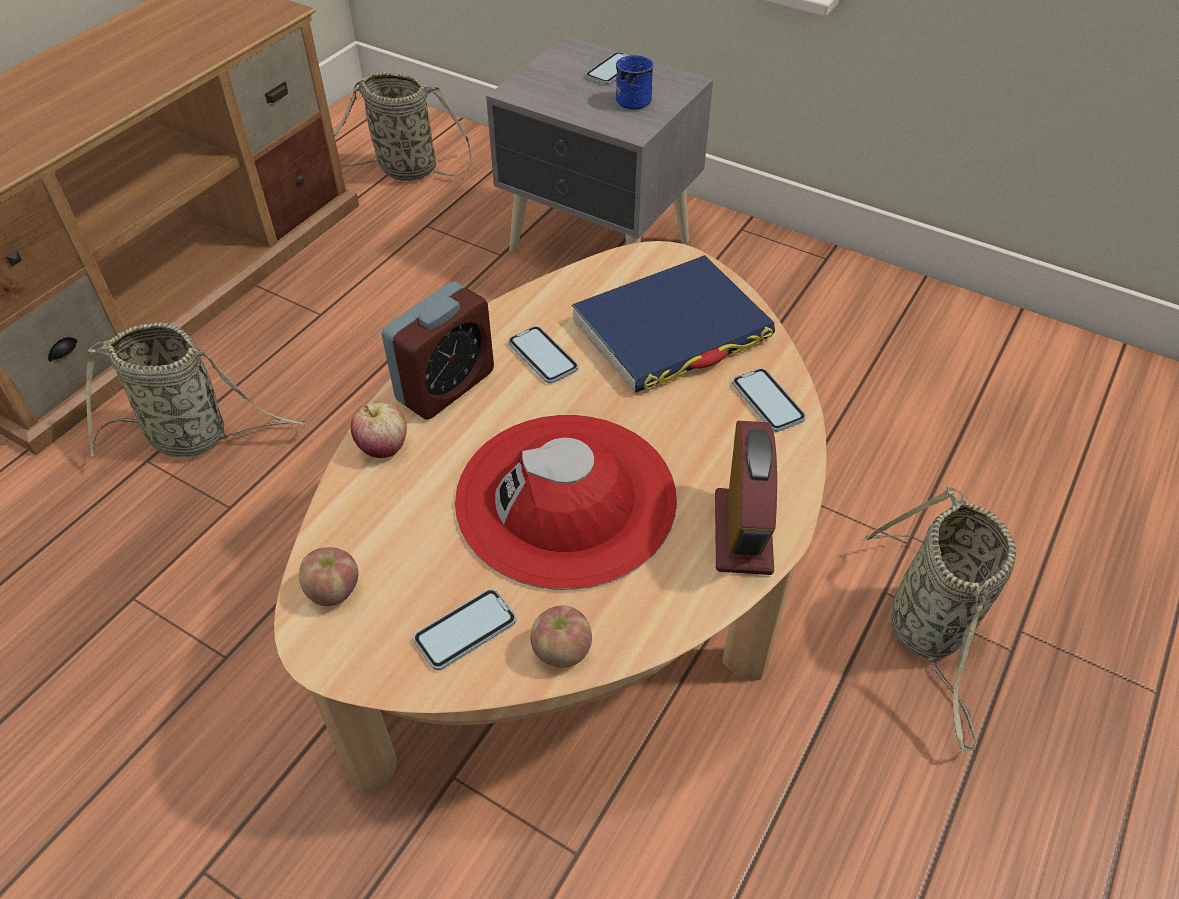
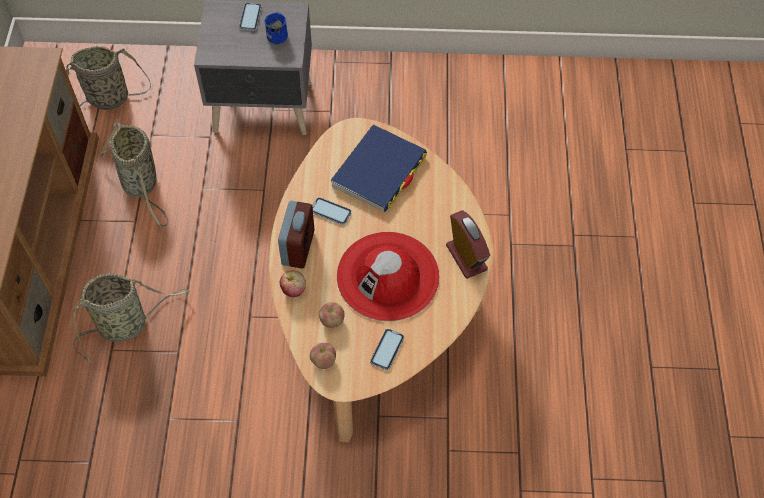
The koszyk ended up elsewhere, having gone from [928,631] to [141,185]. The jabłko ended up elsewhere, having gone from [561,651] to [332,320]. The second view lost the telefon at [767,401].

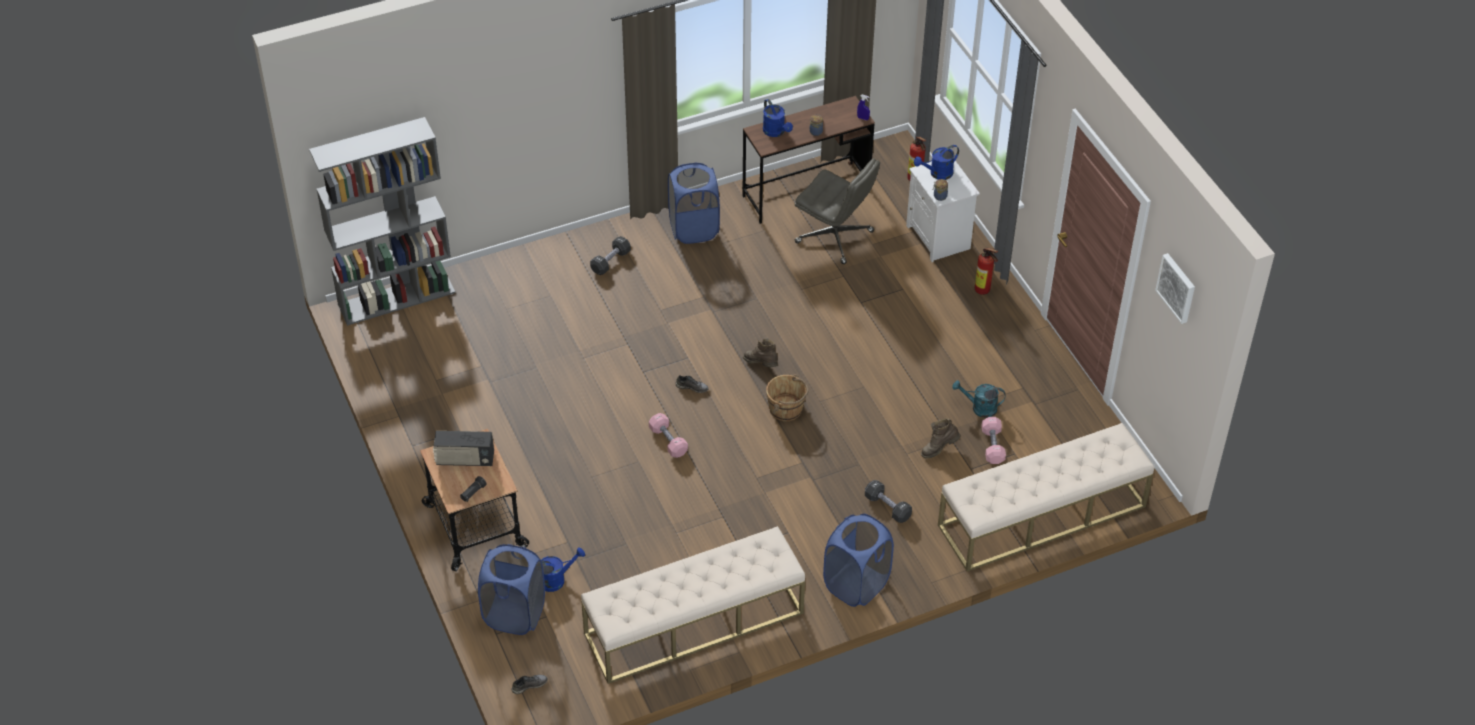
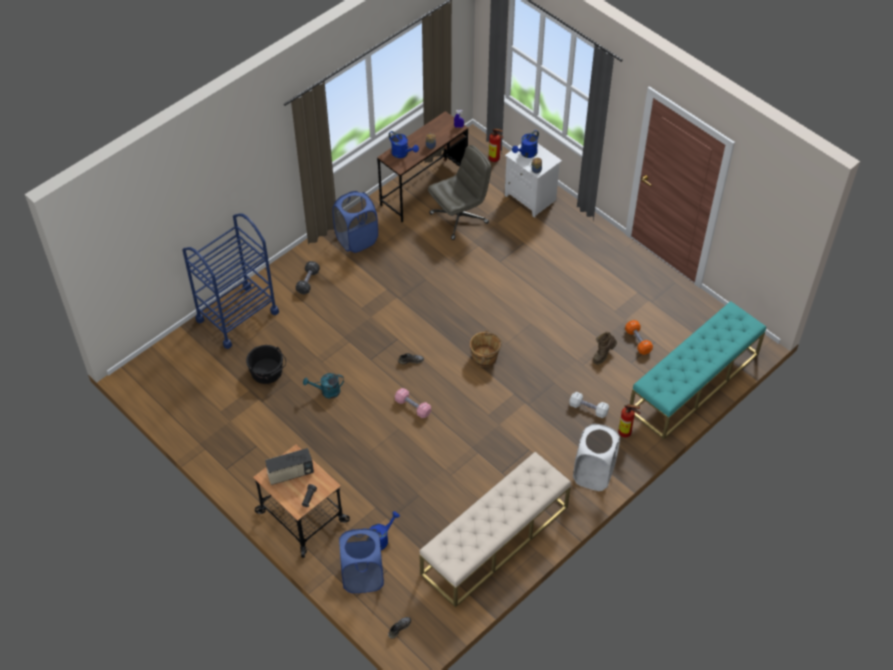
The second view gained the wózek (niebieski) at [237,316]. The second view gained the wiadro (czarny) at [267,372]. The konewka (turkusowy) ended up elsewhere, having gone from [979,408] to [327,391]. The krzesło biurowe (szary) at [835,237] ended up facing another way, 45 degrees counterclockwise from before. What was the hantel (czarny) at [887,507] turned into the hantel (biały) at [588,408]. What was the kosz na pranie (niebieski) at [856,584] turned into the kosz na pranie (biały) at [594,473]. The gaśnica ended up elsewhere, having gone from [983,291] to [626,433]. What was the hantel (różowy) at [992,446] turned into the hantel (pomarańczowy) at [638,341]. What was the ławka (beżowy) at [1041,516] turned into the ławka (turkusowy) at [694,382]. The second view lost the regał (szary) at [397,298]. The second view lost the but z cholewką (brązowy) at [761,365]. The second view lost the obraz at [1177,287].

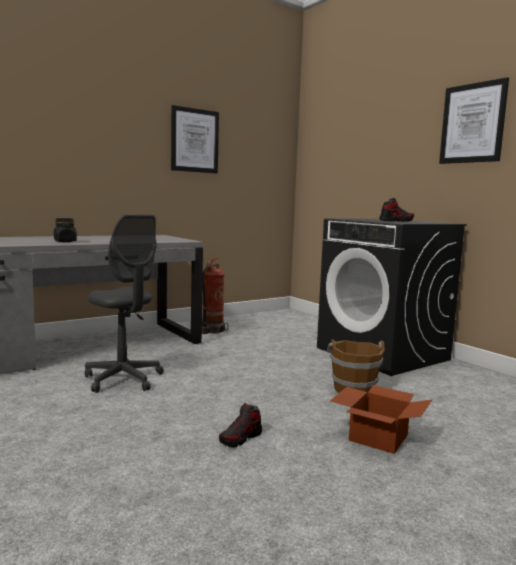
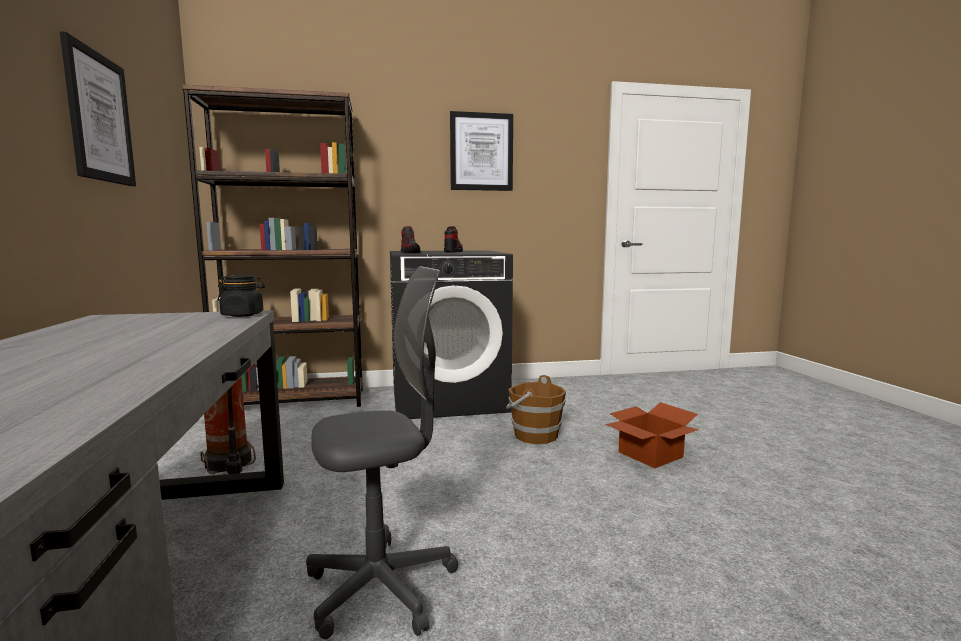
The second view gained the regał (brązowy) at [293,401]. The słoik (czarny) ended up elsewhere, having gone from [65,241] to [243,315]. The but ended up elsewhere, having gone from [241,438] to [410,252].

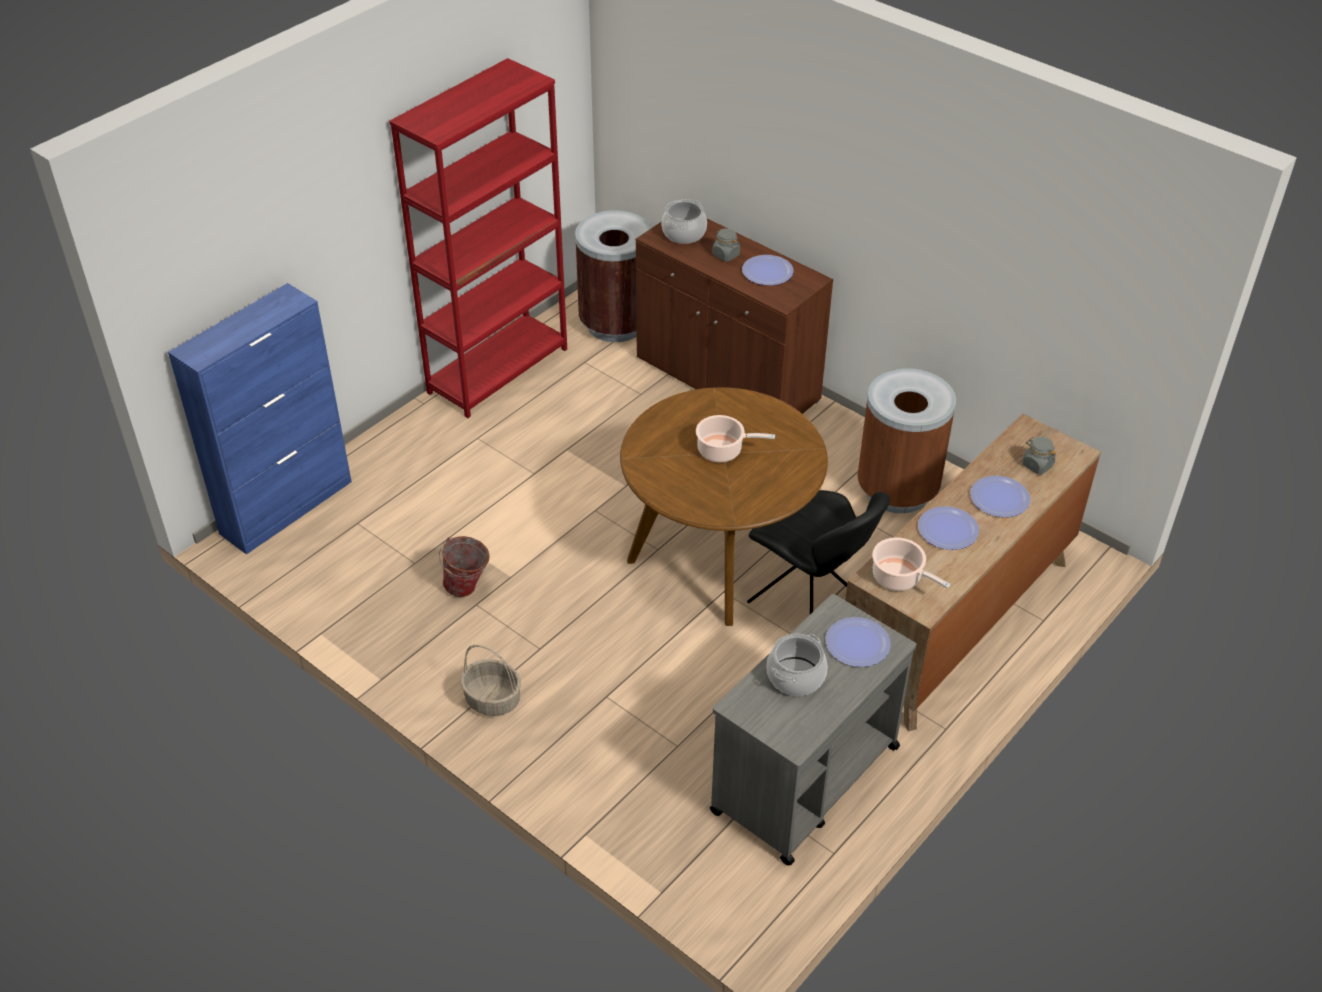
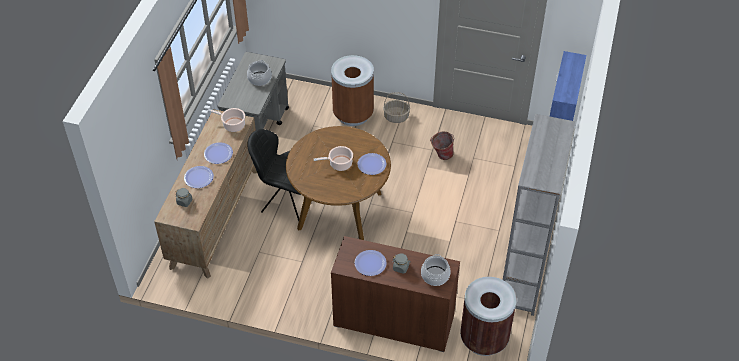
The kosz na śmieci (brązowy) ended up elsewhere, having gone from [897,490] to [353,114]. The talerz ended up elsewhere, having gone from [857,643] to [371,164]. What was the regał (czerwony) at [498,370] turned into the regał (szary) at [523,277].

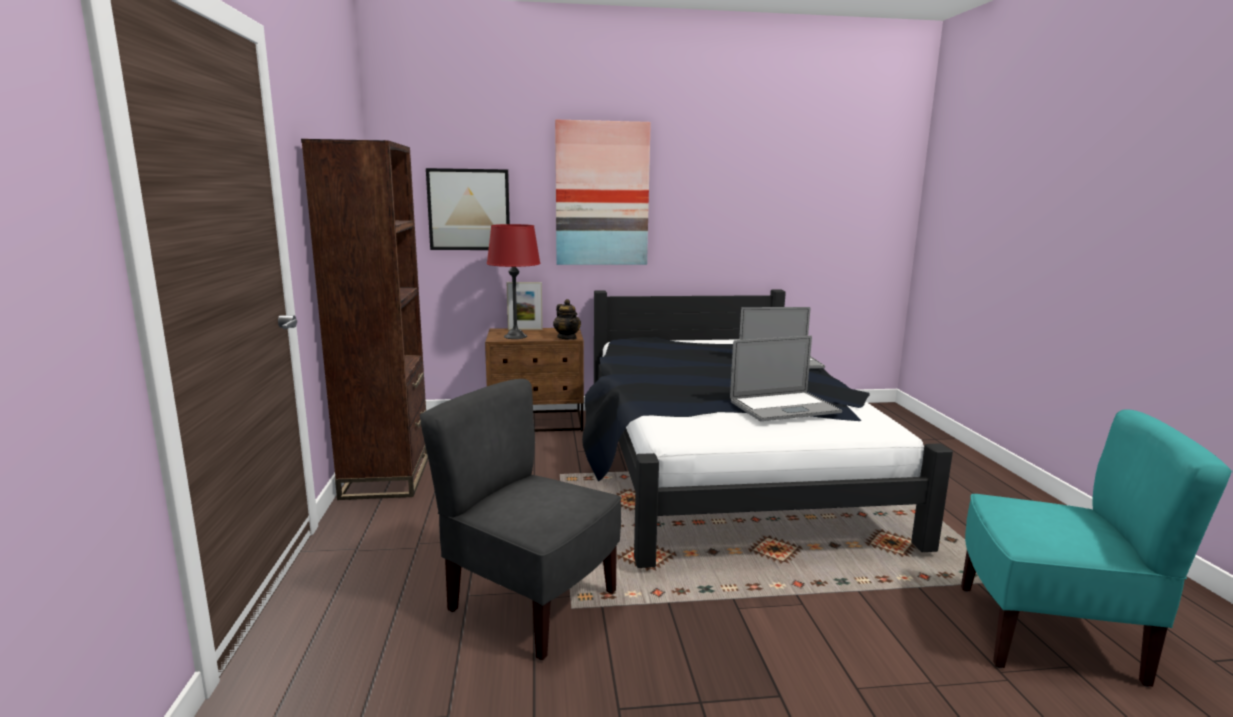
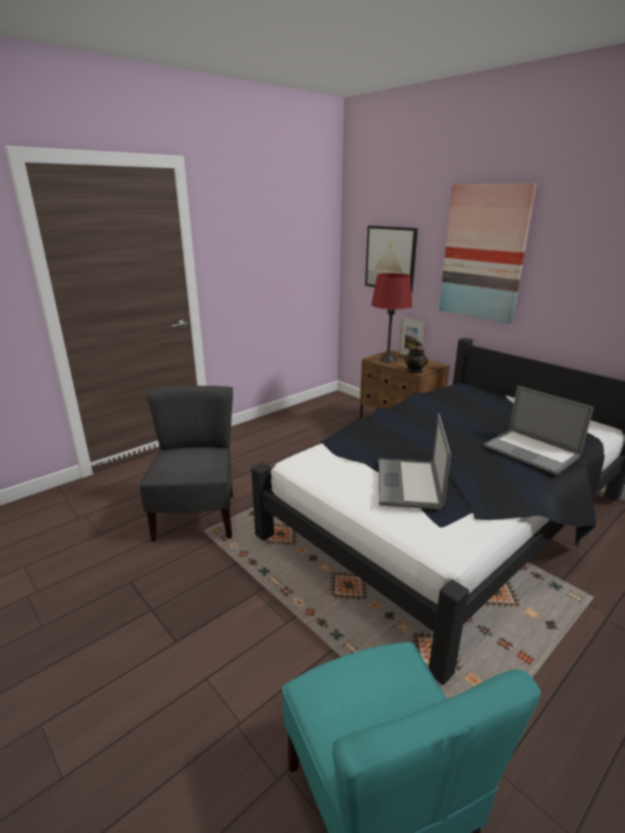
The laptop at [784,407] ended up facing another way, 60 degrees clockwise from before. The second view lost the regał (brązowy) at [387,476].

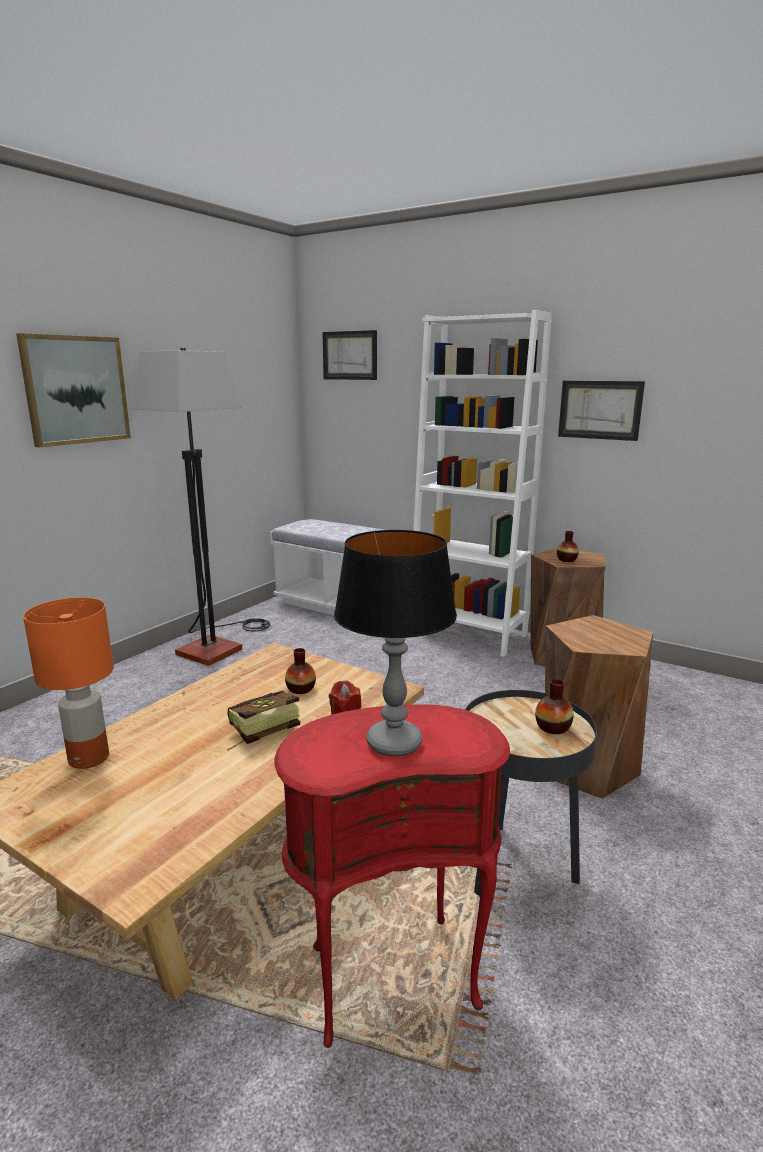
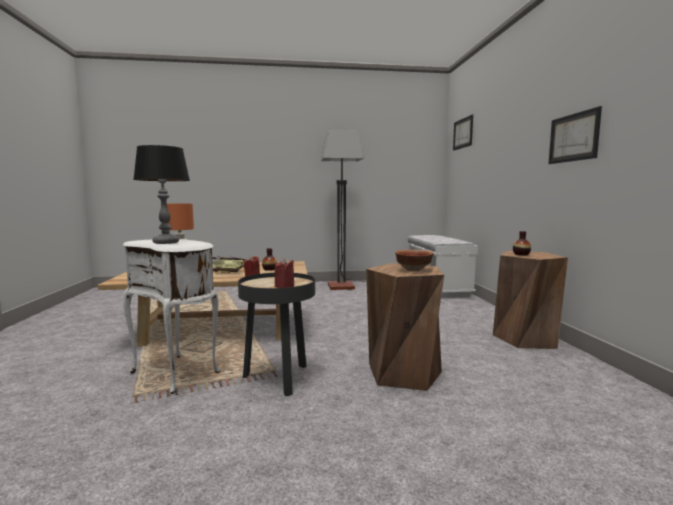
What was the stolik (czerwony) at [390,972] turned into the stolik (biały) at [178,372]. Where the wazon stood at [553,727], the świeca (czerwony) came to stand at [284,286]. The second view gained the miska at [414,270]. The second view lost the obraz at [76,390]. The second view lost the regał (biały) at [467,634].

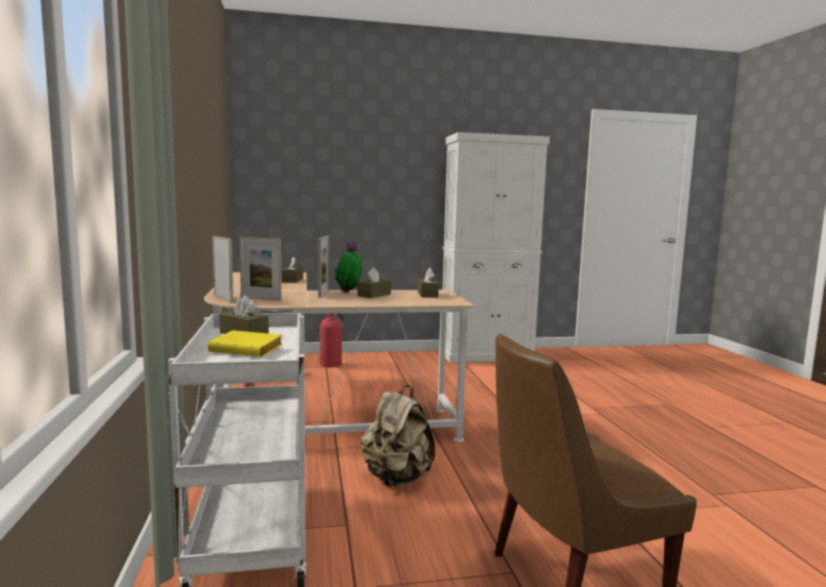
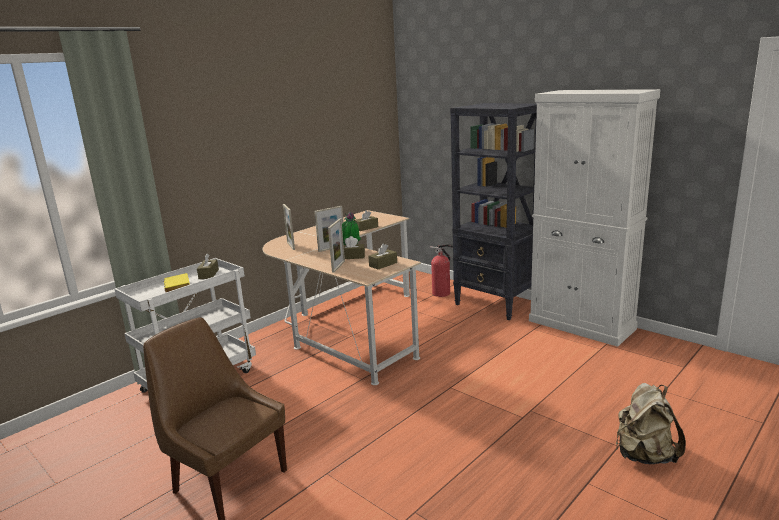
The ramka na zdjęcie ended up elsewhere, having gone from [223,298] to [338,266]. The second view gained the regał (czarny) at [496,304]. The plecak (beżowy) ended up elsewhere, having gone from [397,478] to [644,455].

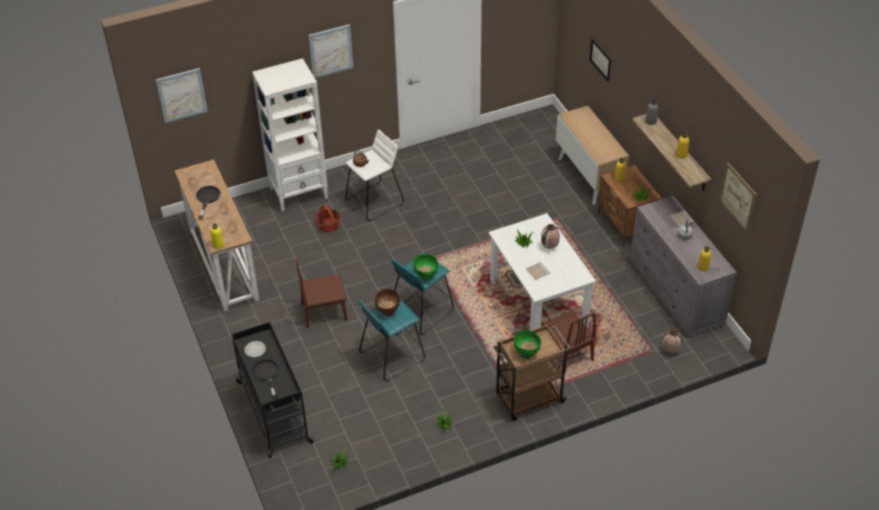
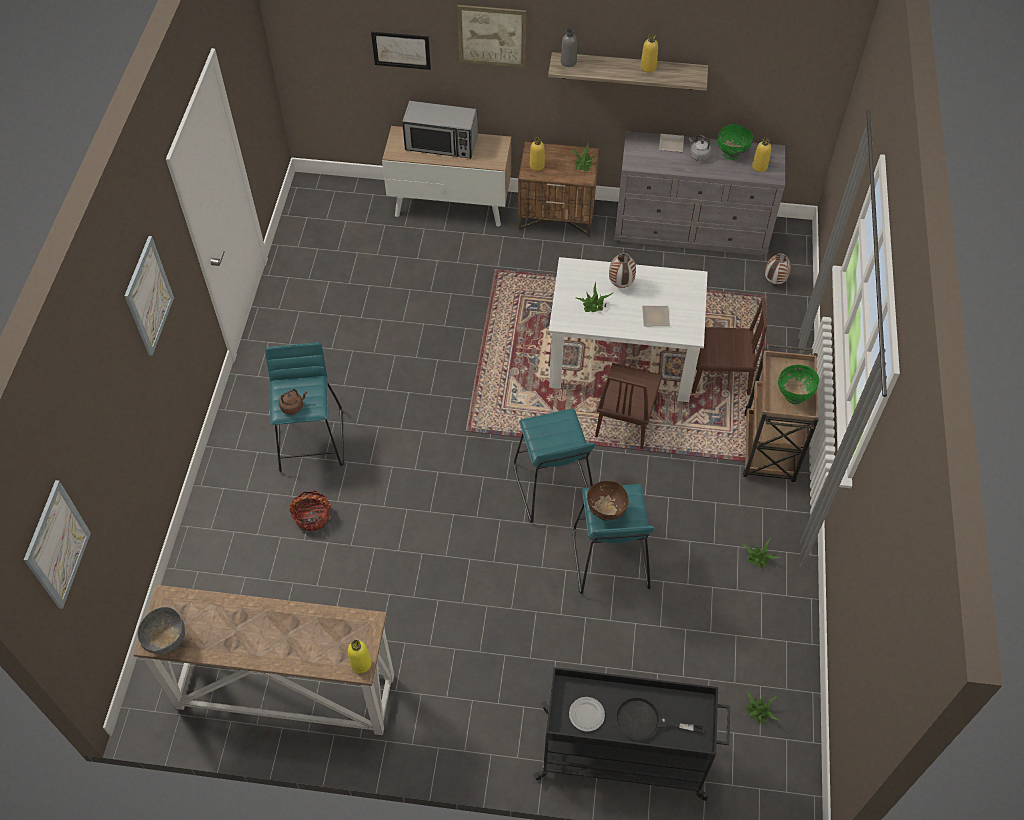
The second view gained the miska (szary) at [168,642]. What was the stołek (biały) at [374,202] turned into the stołek (turkusowy) at [311,440]. The second view gained the mikrofalówka at [441,144]. The obraz ended up elsewhere, having gone from [738,197] to [492,36]. The krzesło (brązowy) ended up elsewhere, having gone from [324,312] to [626,419]. The miska (zielony) ended up elsewhere, having gone from [425,276] to [731,154]. The second view lost the patelnia (czarny) at [207,199]. The second view lost the regał (biały) at [299,193].

